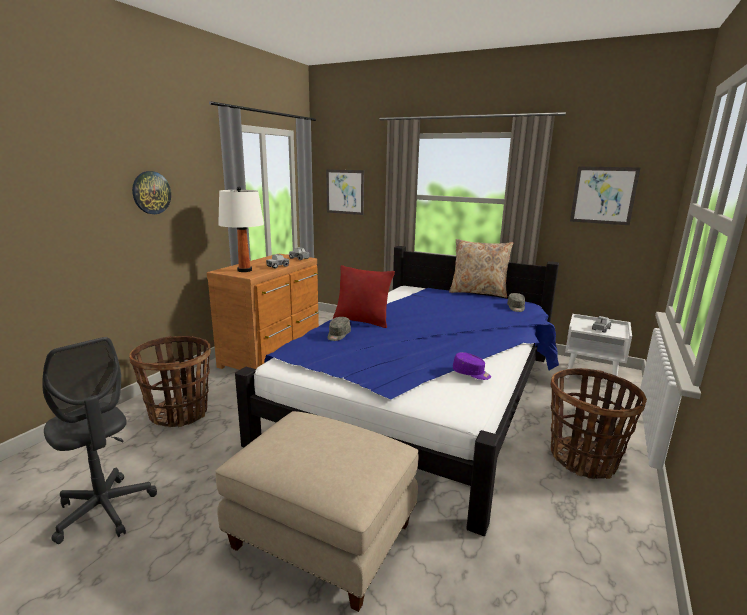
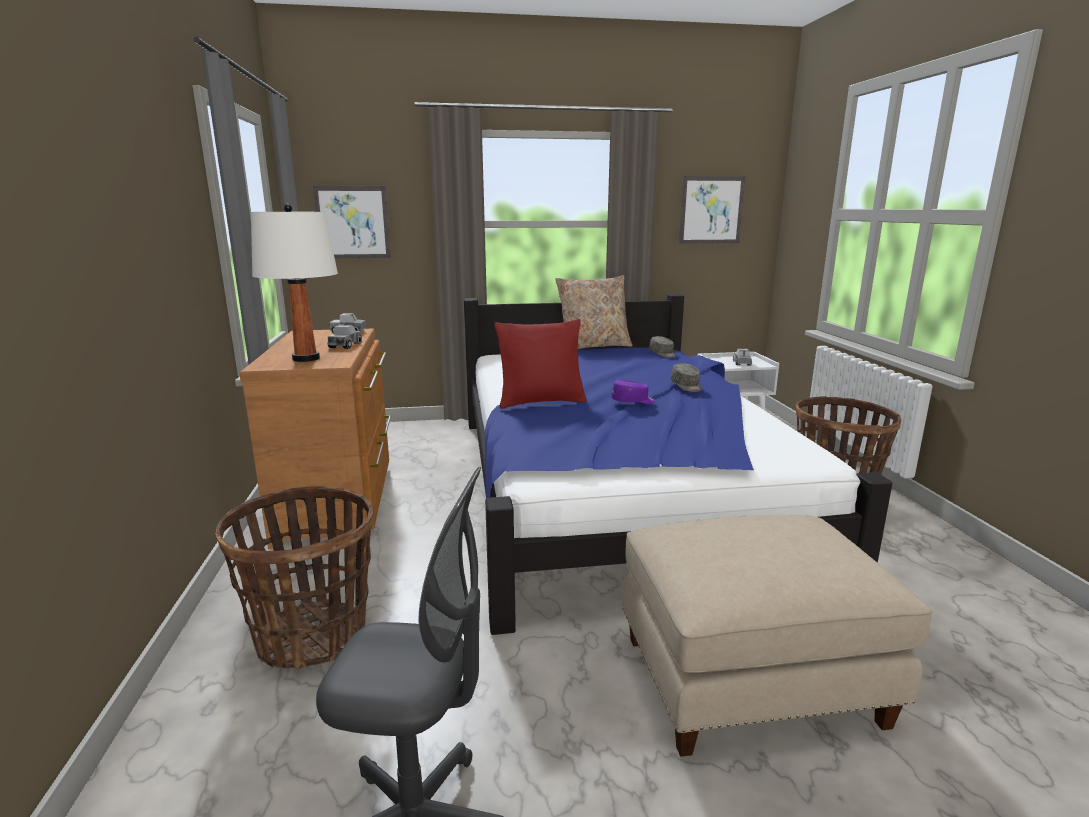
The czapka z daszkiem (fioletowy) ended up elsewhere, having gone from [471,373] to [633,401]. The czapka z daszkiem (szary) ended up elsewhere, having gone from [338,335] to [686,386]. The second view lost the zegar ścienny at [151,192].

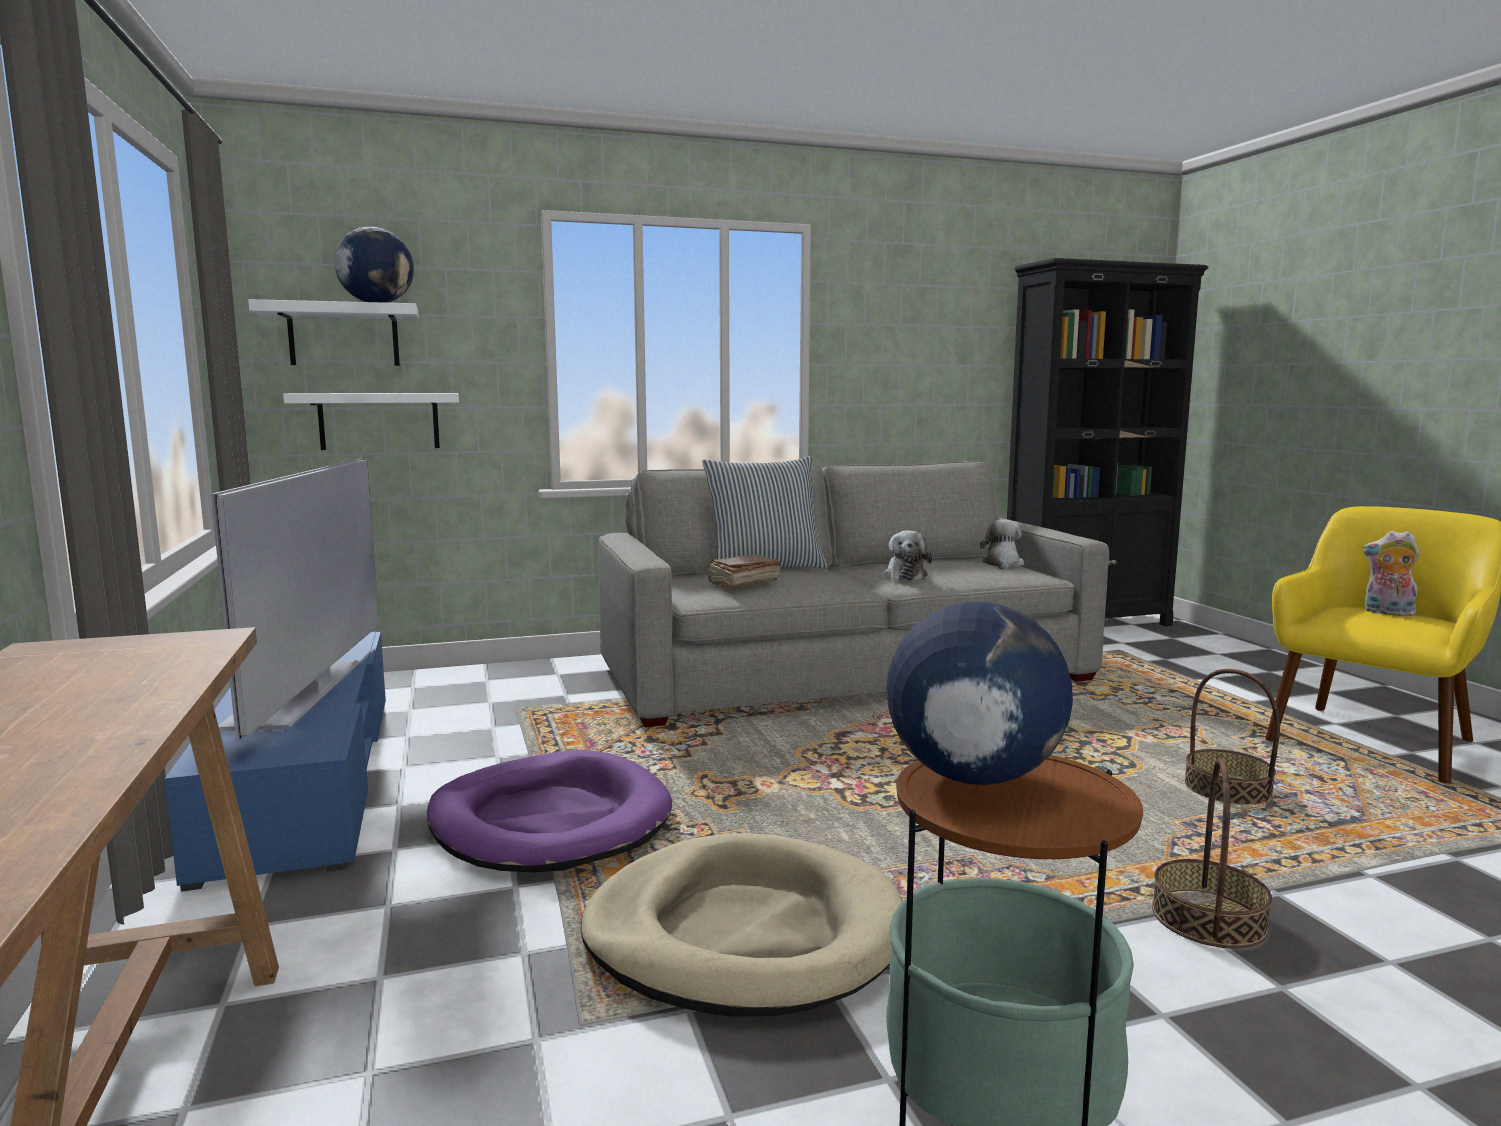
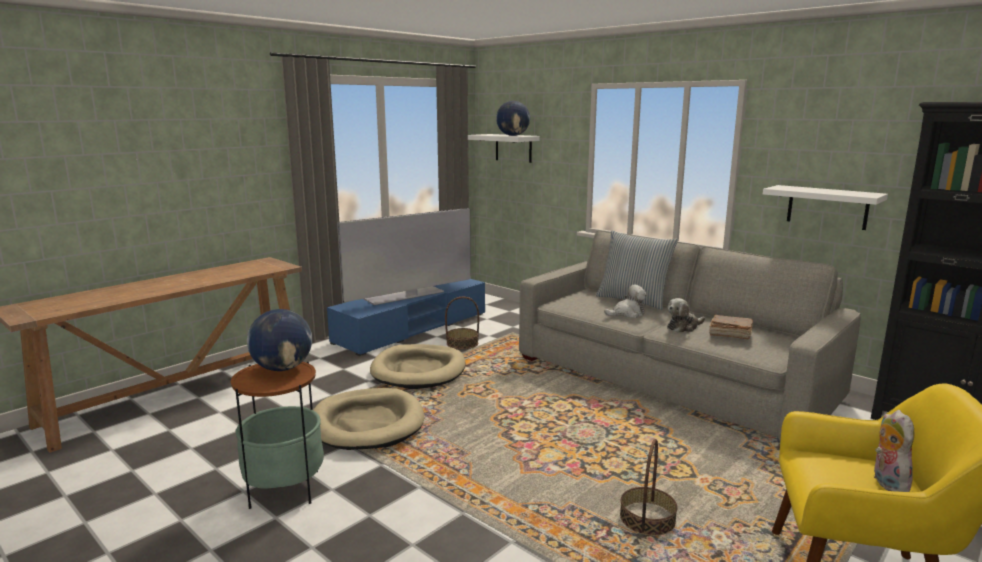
What was the legowisko (fioletowy) at [550,821] turned into the legowisko (beżowy) at [419,370]. The koszyk ended up elsewhere, having gone from [1208,918] to [462,343]. The pluszak ended up elsewhere, having gone from [1002,564] to [627,314]. The książka (brązowy) ended up elsewhere, having gone from [743,583] to [729,334]. The półka (biały) ended up elsewhere, having gone from [379,421] to [827,207].

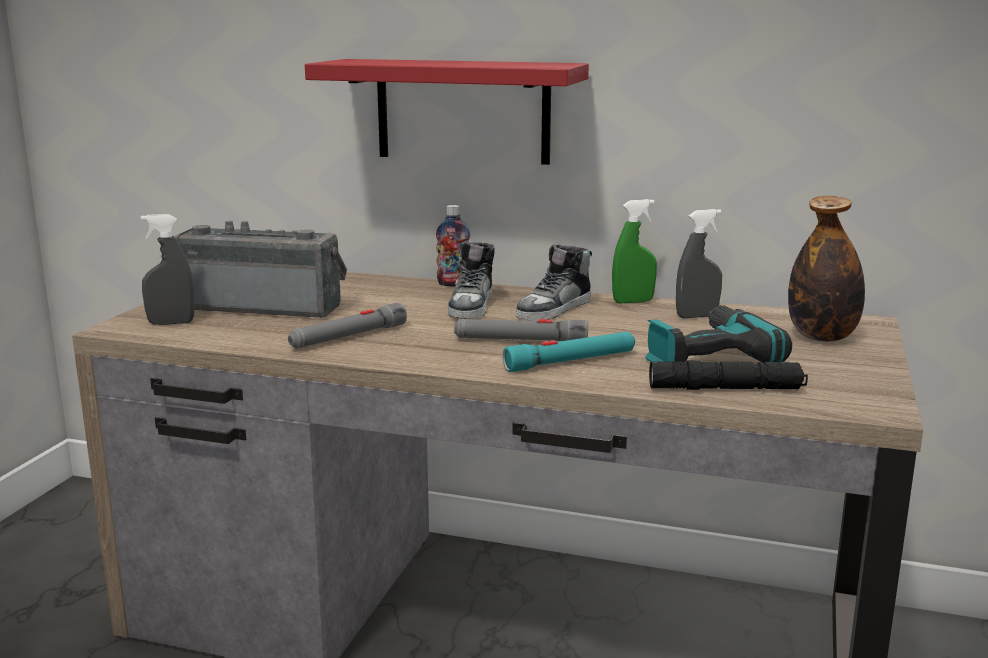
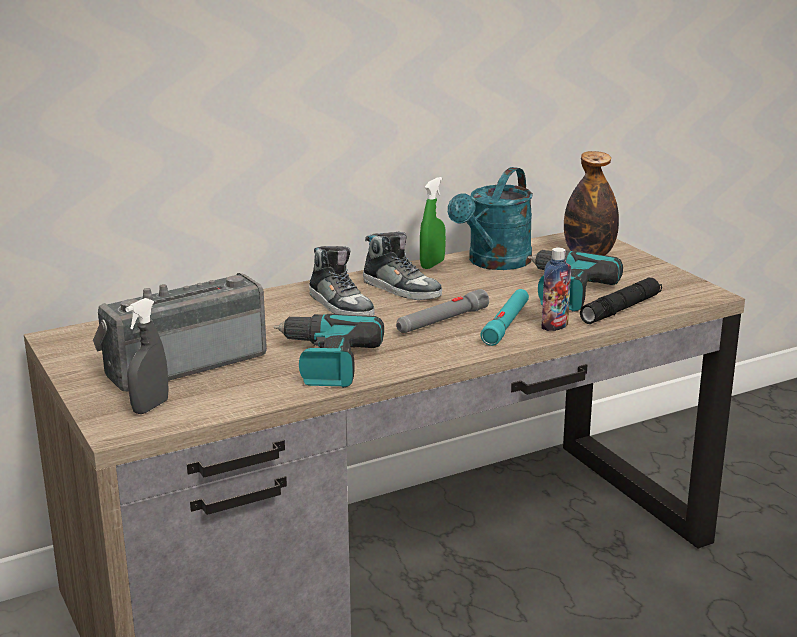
Where the latarka (szary) stood at [348,337], the wiertarka came to stand at [324,362]. The but at [554,310] ended up facing another way, 45 degrees counterclockwise from before. Where the spryskiwacz (szary) stood at [697,316], the konewka (turkusowy) came to stand at [494,263]. The butelka ended up elsewhere, having gone from [453,284] to [554,326]. The second view lost the półka (czerwony) at [462,111].

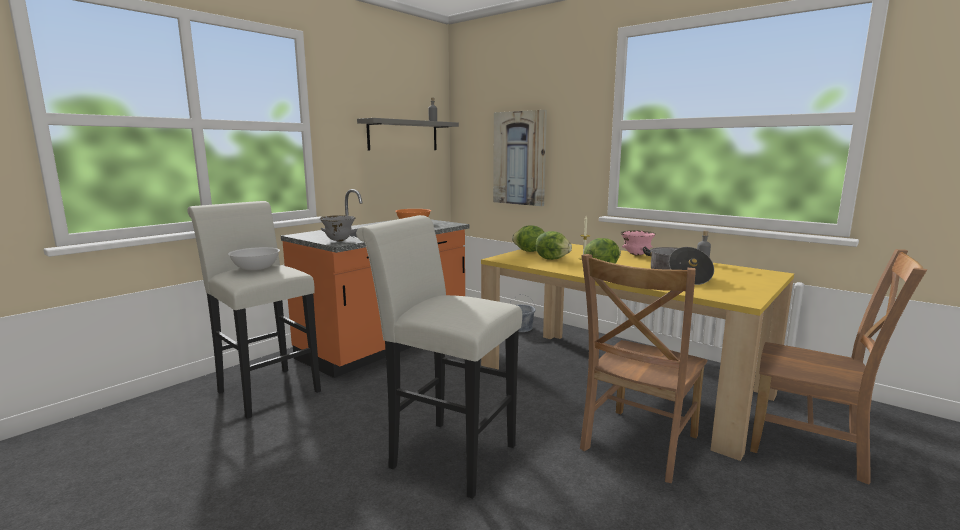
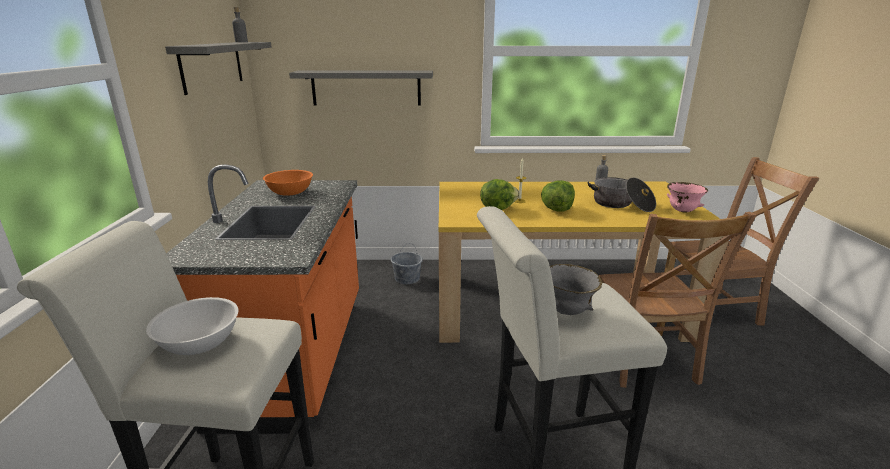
Where the obraz hung at [519,158], the półka (szary) came to hang at [366,88]. The miska (szary) ended up elsewhere, having gone from [338,241] to [567,312]. The miska (różowy) ended up elsewhere, having gone from [636,255] to [682,211]. The second view lost the sałata at [529,251].

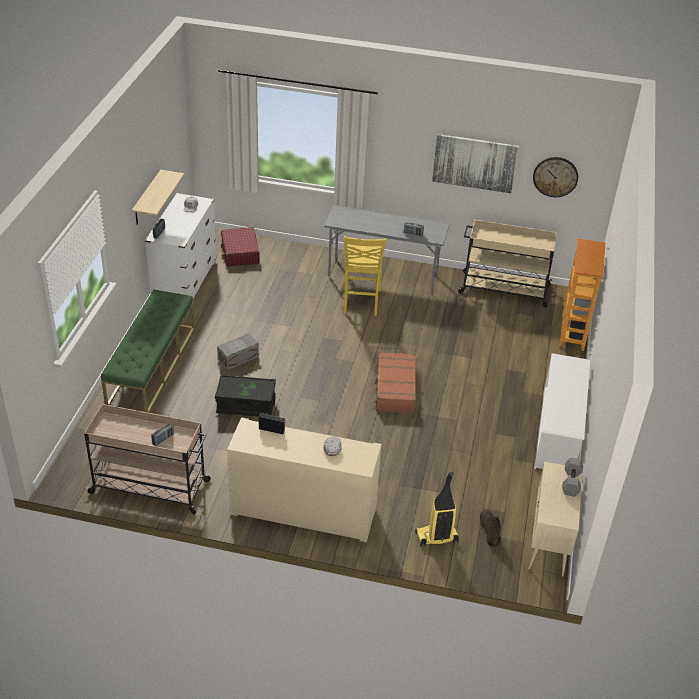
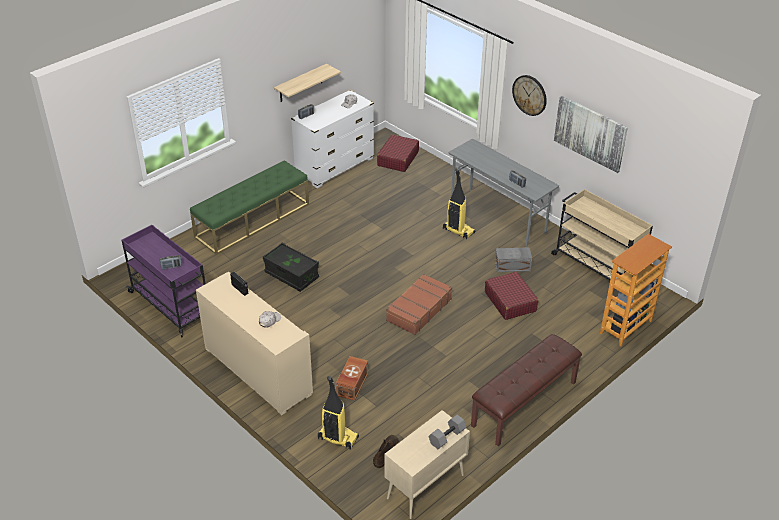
What was the wózek (beżowy) at [151,487] turned into the wózek (fioletowy) at [172,306]. The second view gained the pojemnik do przechowywania (brązowy) at [351,385]. Where the krzesło (żółty) stood at [360,302], the odkurzacz came to stand at [458,231]. Where the regał na buty (biały) stood at [558,433], the ławka (brązowy) came to stand at [524,404]. The second view gained the walizka (czerwony) at [510,301]. The pojemnik do przechowywania (szary) ended up elsewhere, having gone from [239,358] to [513,266]. The zegar ścienny ended up elsewhere, having gone from [555,176] to [529,95].

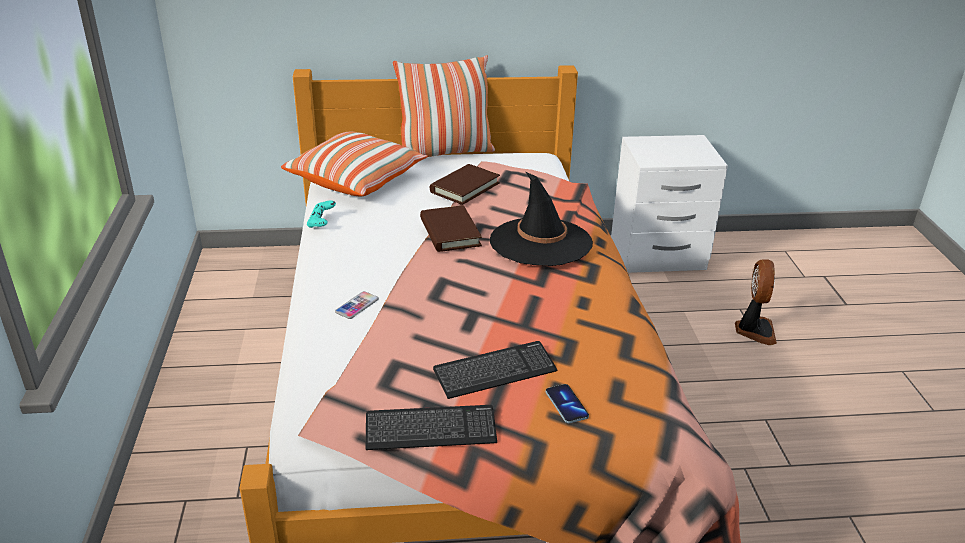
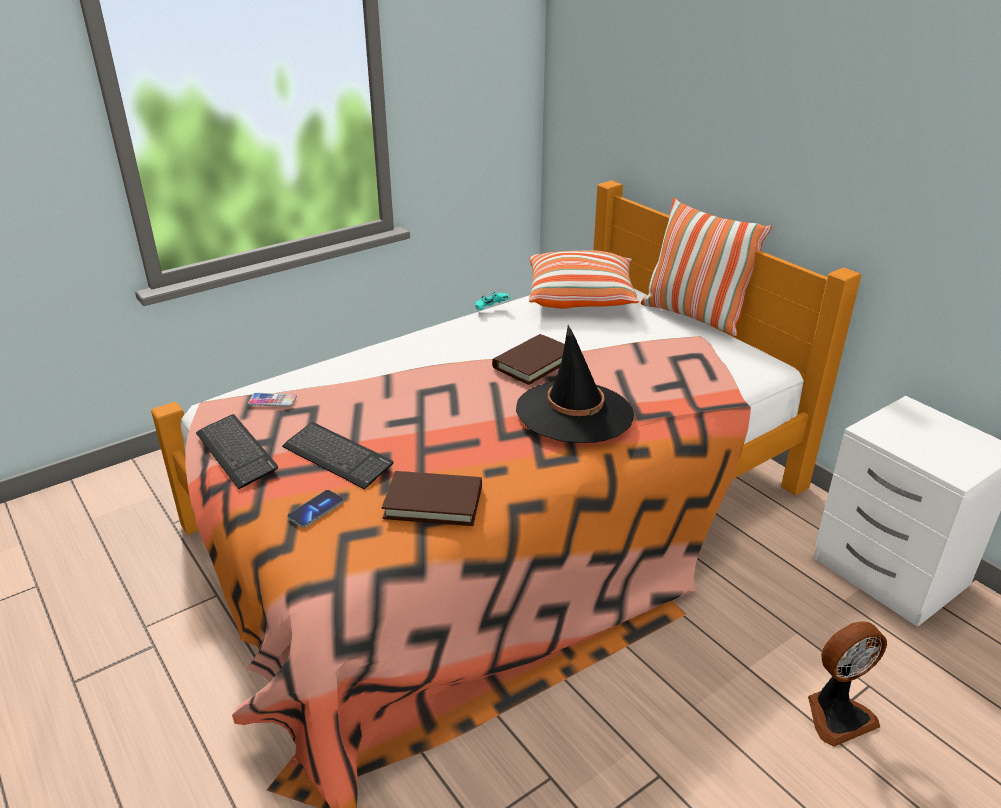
The telefon ended up elsewhere, having gone from [357,306] to [272,401]. The książka (brązowy) ended up elsewhere, having gone from [465,187] to [433,502].

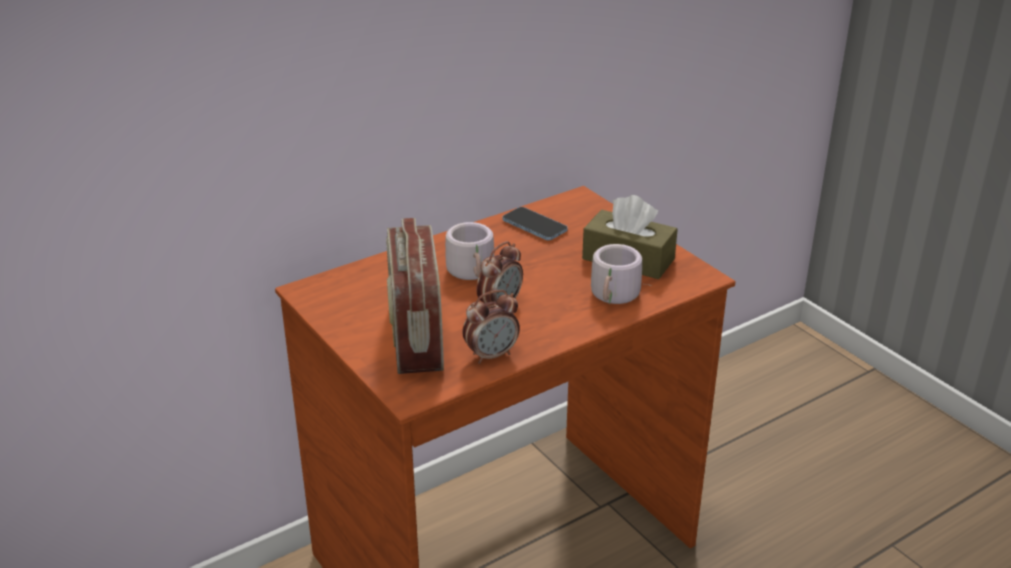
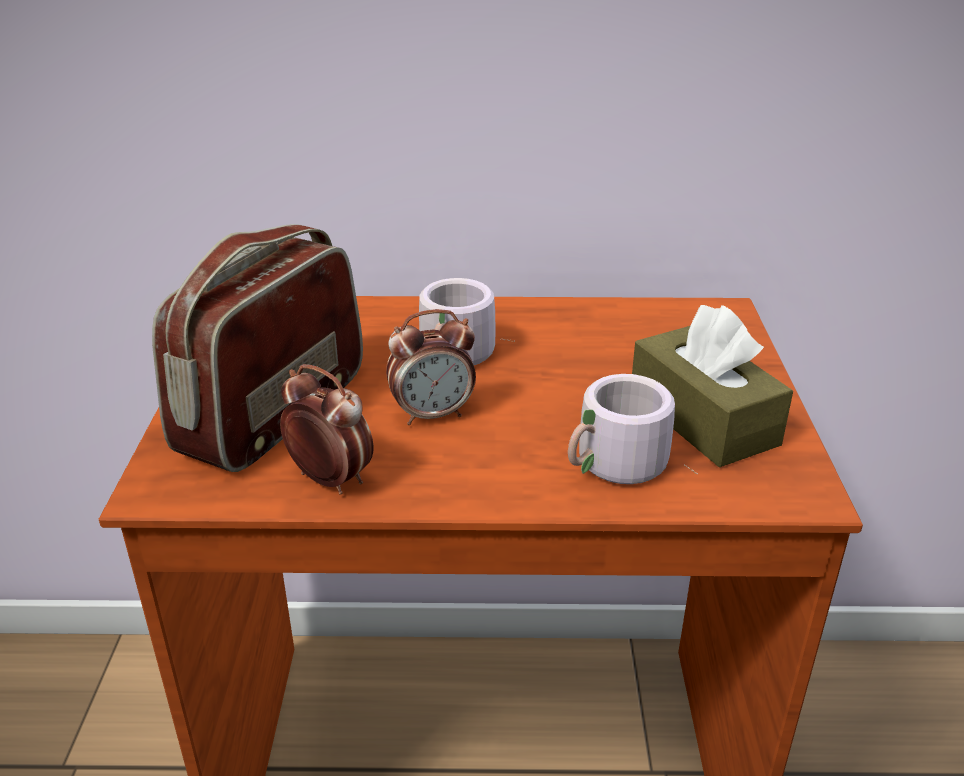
The budzik at [491,355] ended up facing another way, 150 degrees counterclockwise from before. The second view lost the telefon at [534,226].

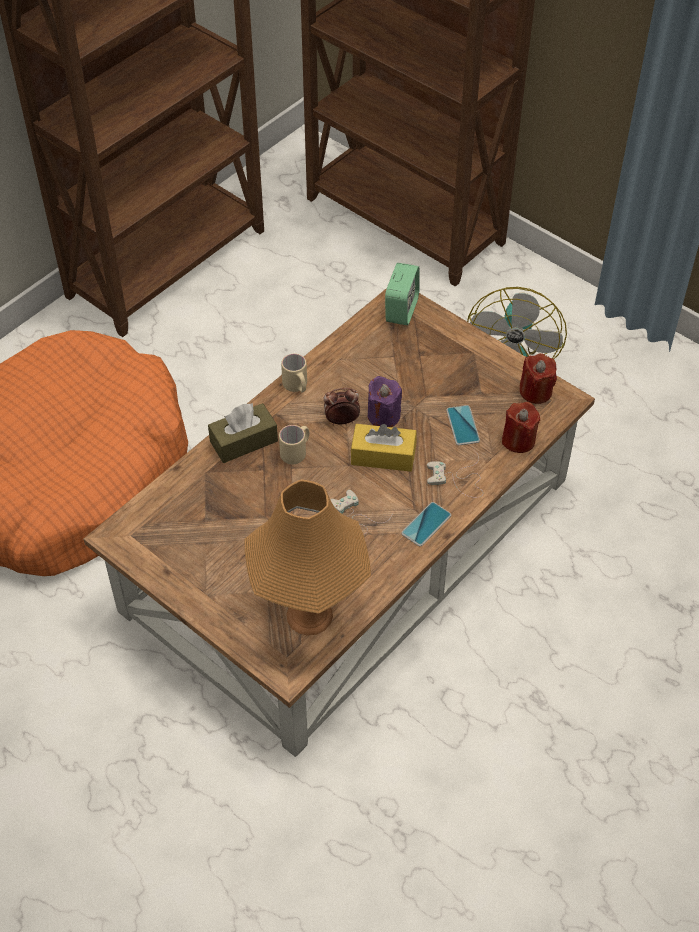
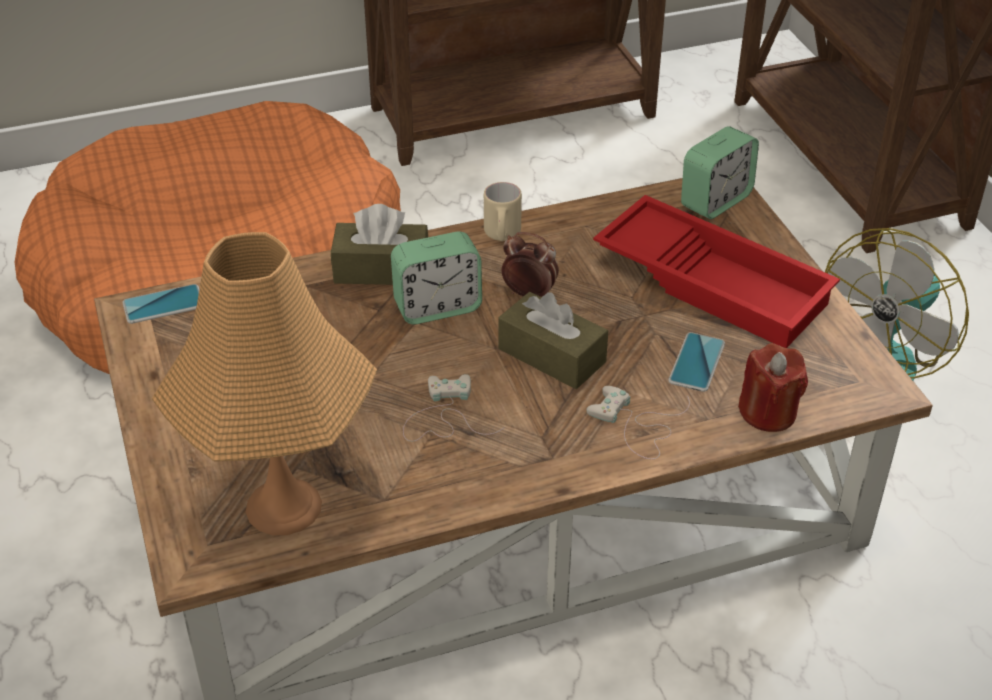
The telefon ended up elsewhere, having gone from [426,524] to [163,305]. Where the kubek (beżowy) stood at [296,452], the budzik came to stand at [437,307]. What was the pudełko chusteczek (żółty) at [383,456] turned into the pudełko chusteczek (brązowy) at [552,355]. The second view gained the taca (czerwony) at [715,281]. The second view lost the świeca (fioletowy) at [383,416]. The second view lost the świeca (czerwony) at [535,391].

